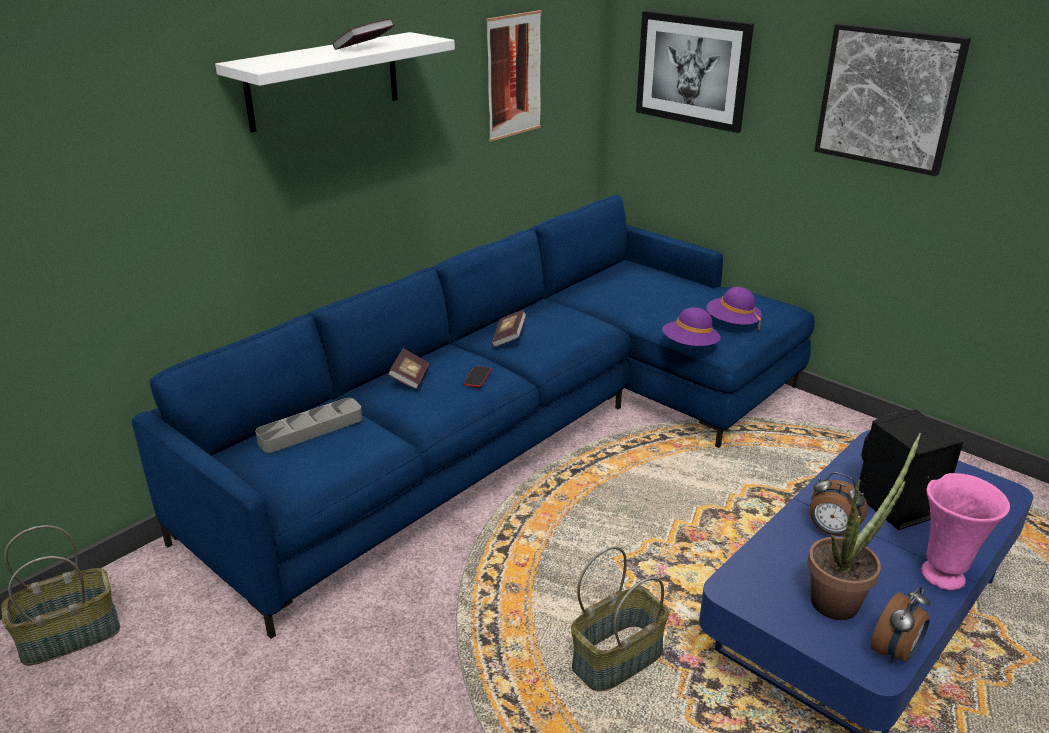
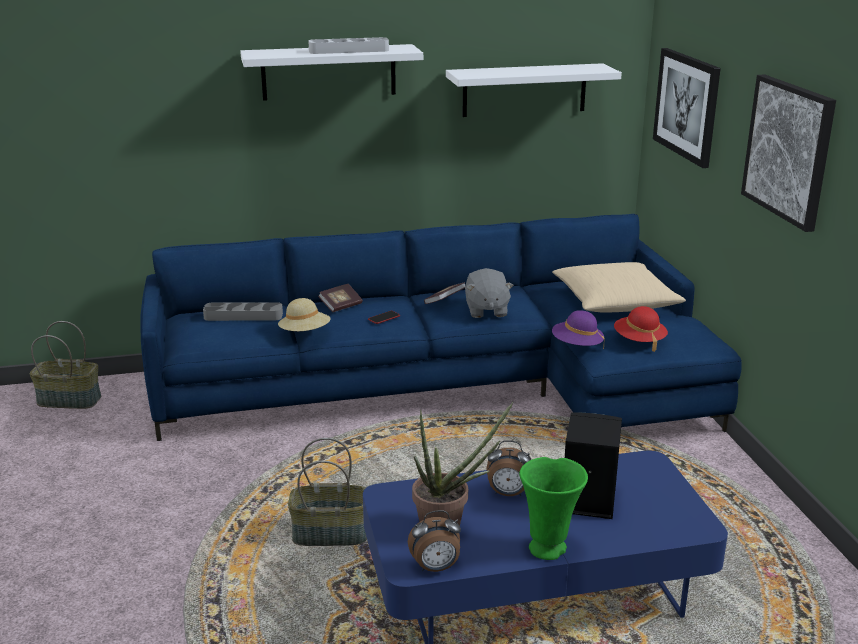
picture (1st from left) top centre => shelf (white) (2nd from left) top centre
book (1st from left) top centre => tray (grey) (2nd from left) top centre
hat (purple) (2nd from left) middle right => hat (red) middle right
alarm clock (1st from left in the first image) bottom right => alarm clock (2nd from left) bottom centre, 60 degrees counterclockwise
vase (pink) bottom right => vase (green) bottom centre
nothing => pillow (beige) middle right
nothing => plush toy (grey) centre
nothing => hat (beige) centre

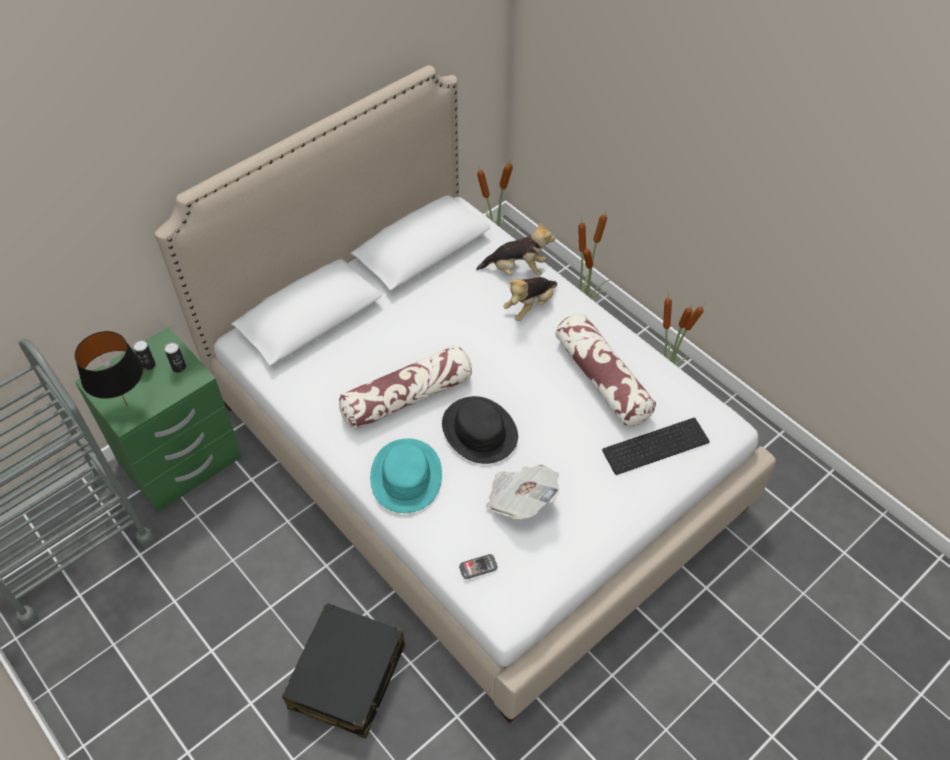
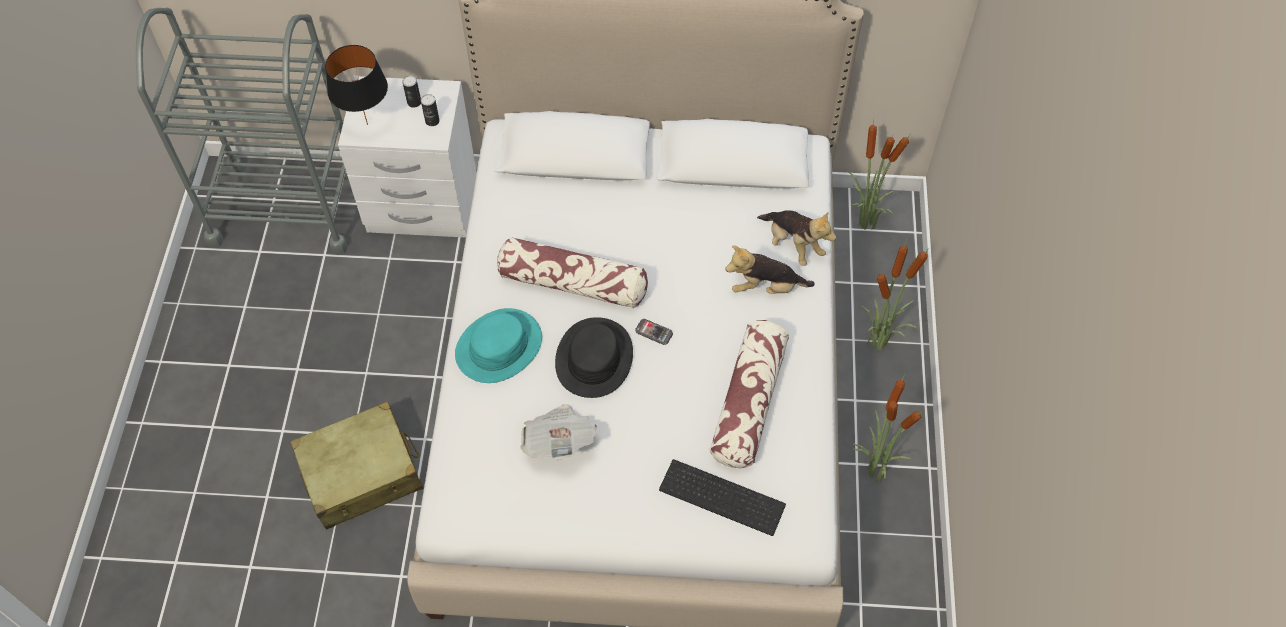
nightstand (green) middle left => nightstand (white) top left
phone bottom centre => phone centre, move
suitcase (black) bottom centre => suitcase (beige) bottom left

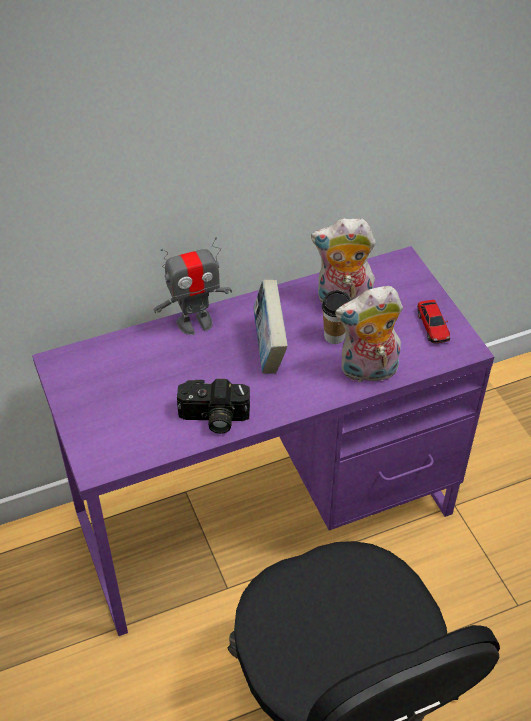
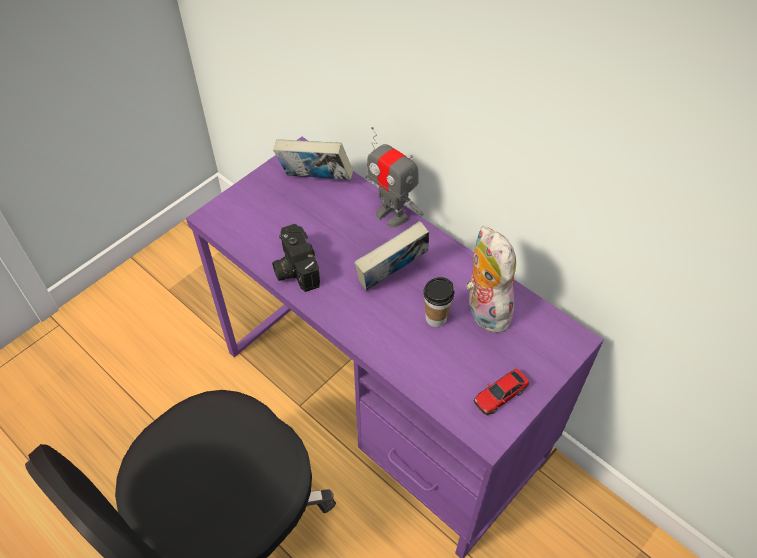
plush toy (2nd from left) middle right => nothing
nothing => book (1st from left) top centre

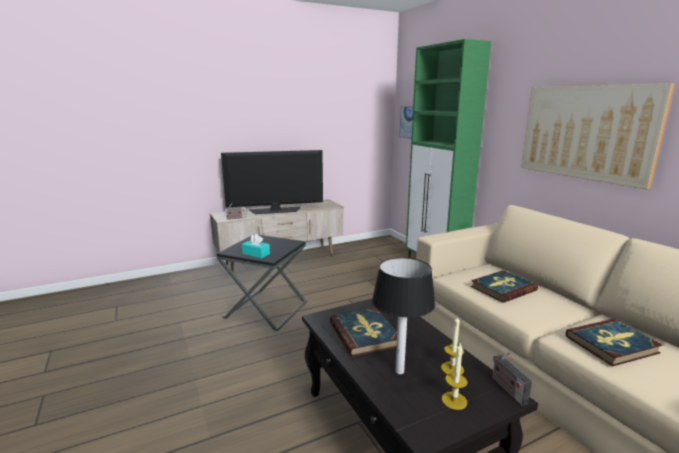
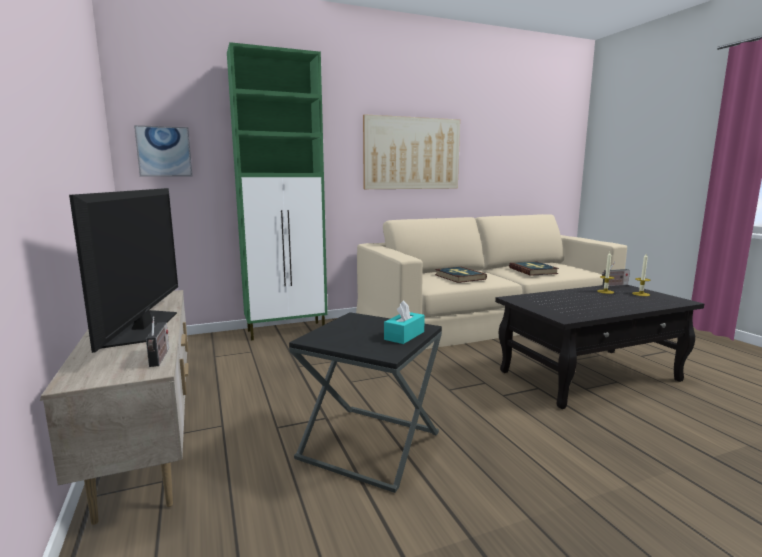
table lamp bottom centre => nothing
book (1st from left) bottom centre => nothing

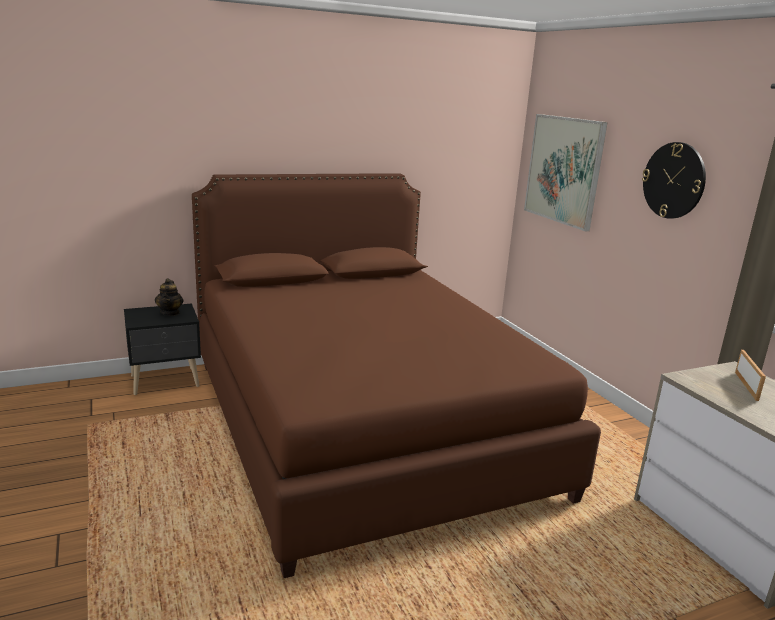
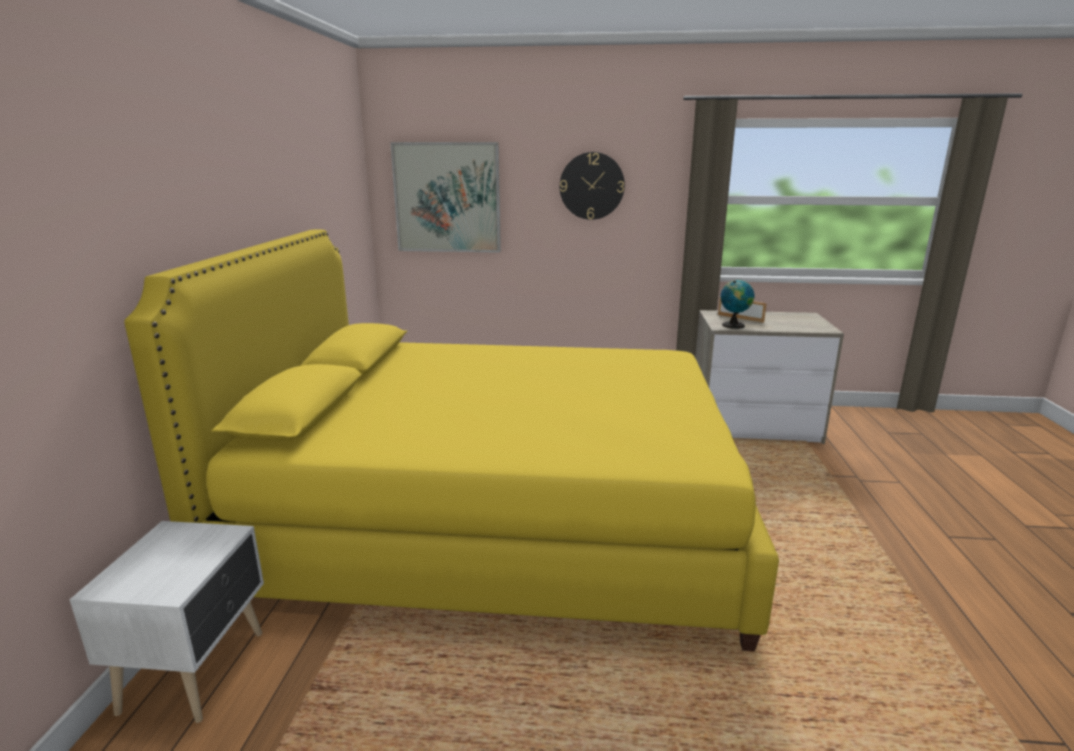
bed (brown) centre => bed (yellow) centre
teapot middle left => nothing
nightstand (black) middle left => nightstand (white) bottom left
nothing => globe middle right

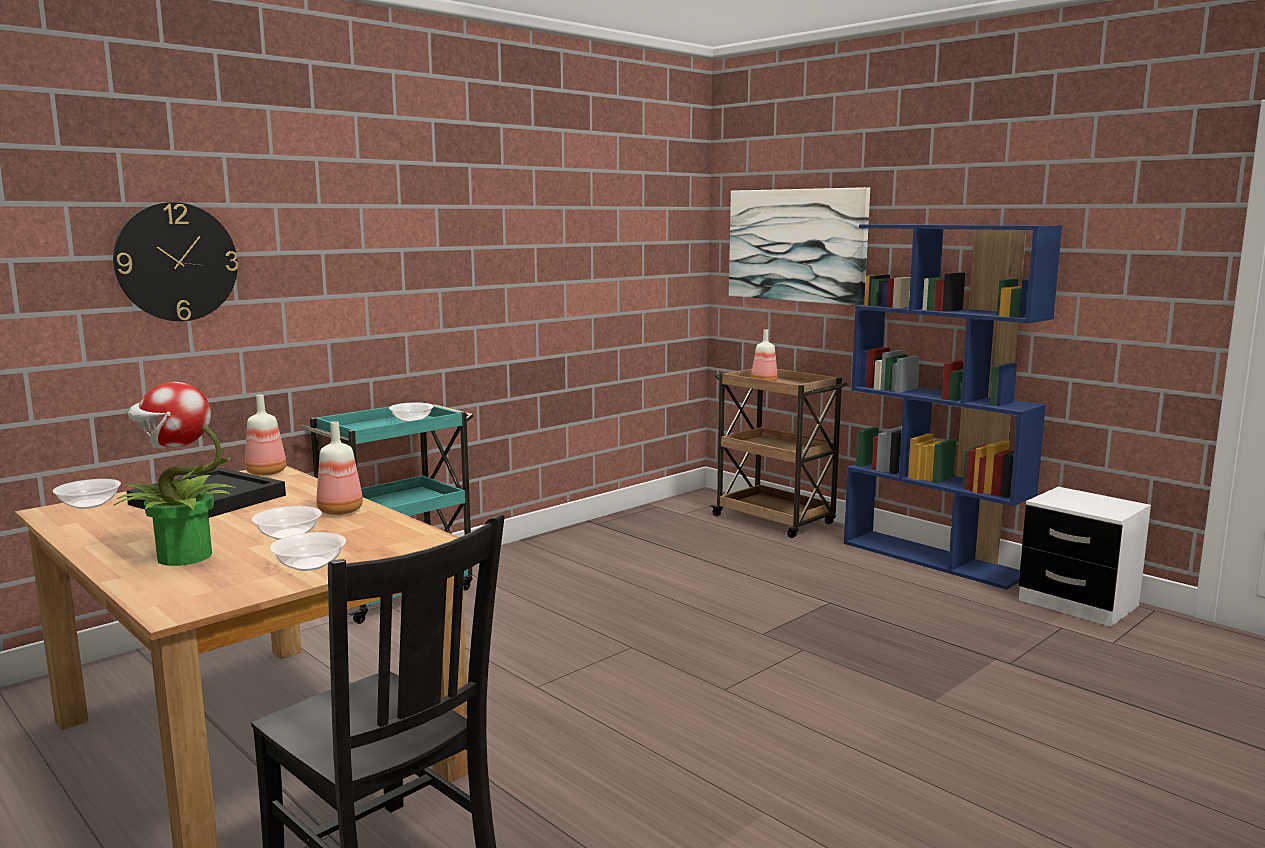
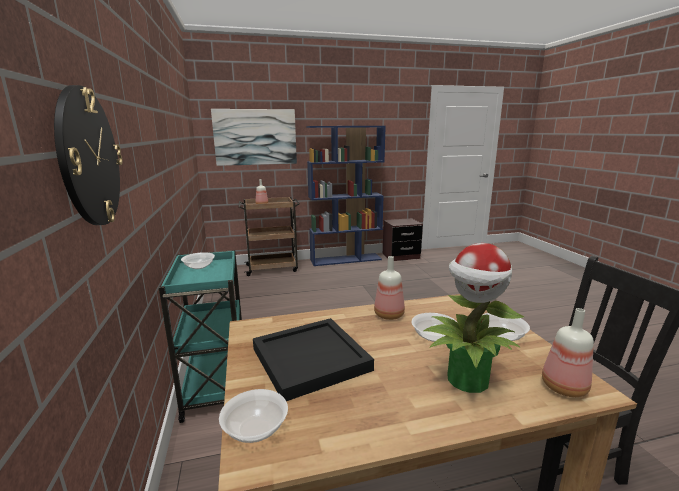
bottle (1st from left in the first image) middle left => bottle (3rd from left) bottom right, move
nightstand (white) middle right => nightstand (brown) centre

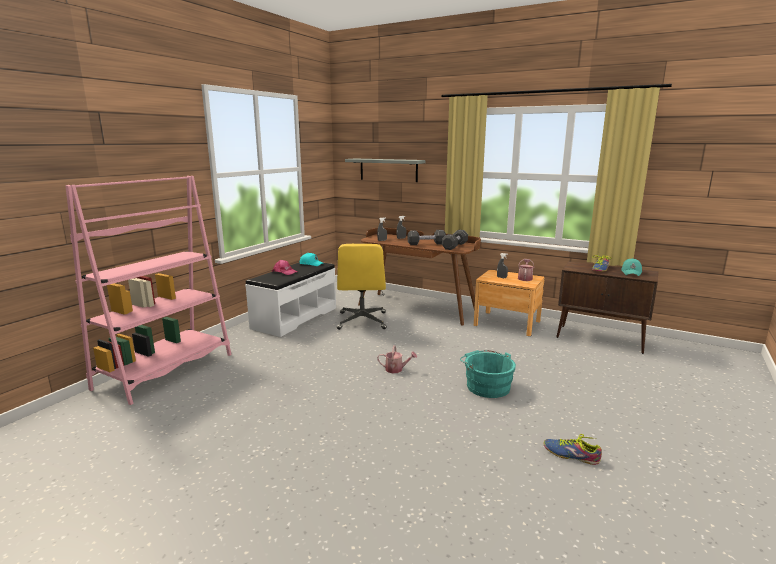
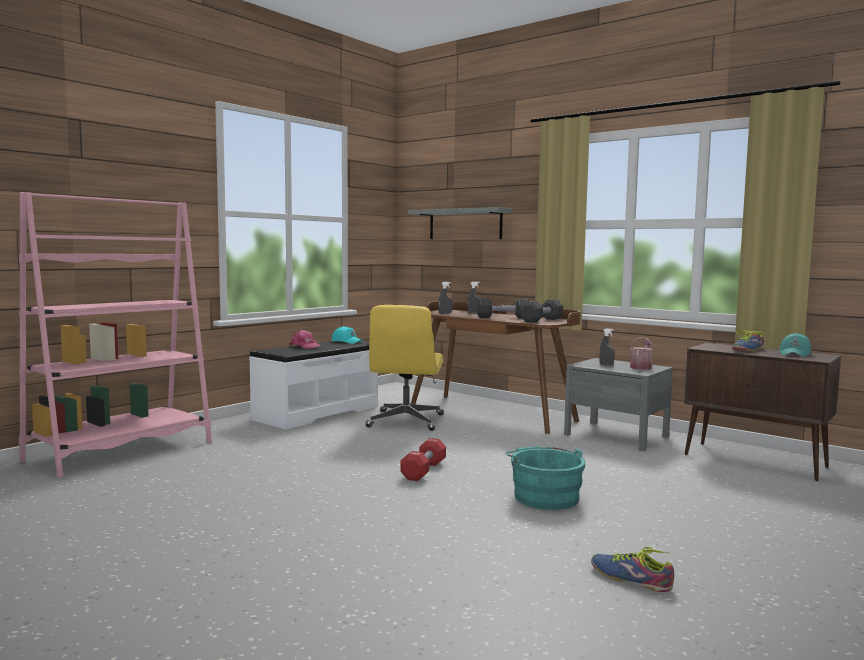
nightstand (brown) centre => nightstand (grey) middle right
watering can (1st from left) centre => dumbbell (red) bottom centre

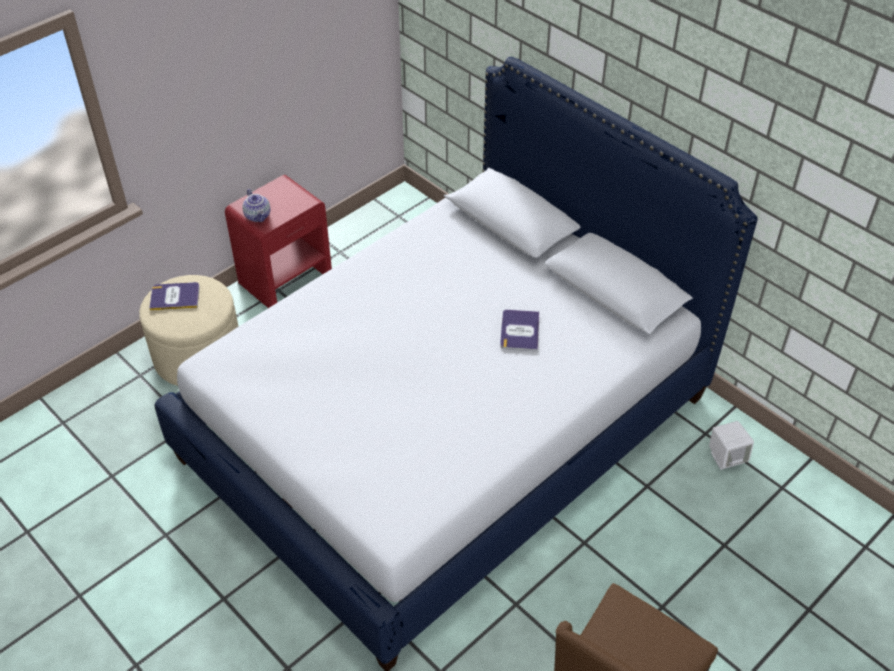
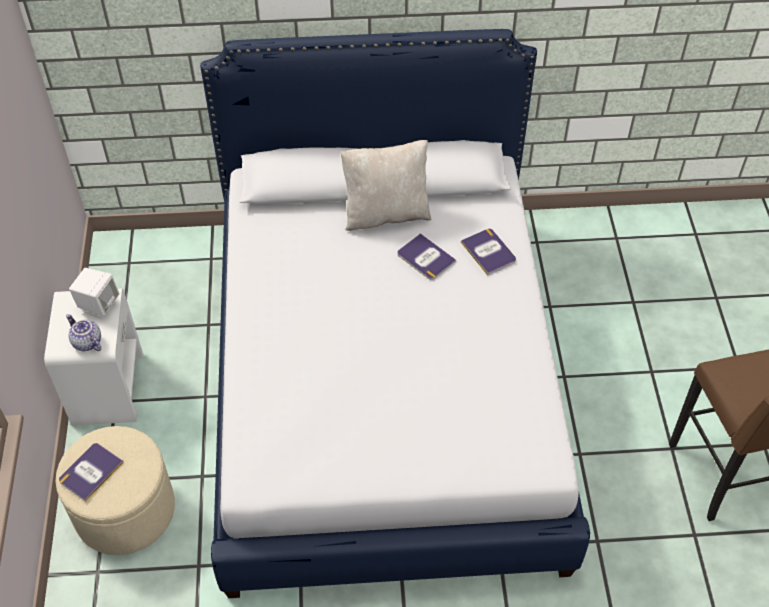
nightstand (red) middle left => nightstand (white) middle left
teapot top left => teapot middle left, 150 degrees counterclockwise
speaker (white) middle right => speaker (white) middle left, move
nothing => pillow (beige) top centre
nothing => book (3rd from left) centre

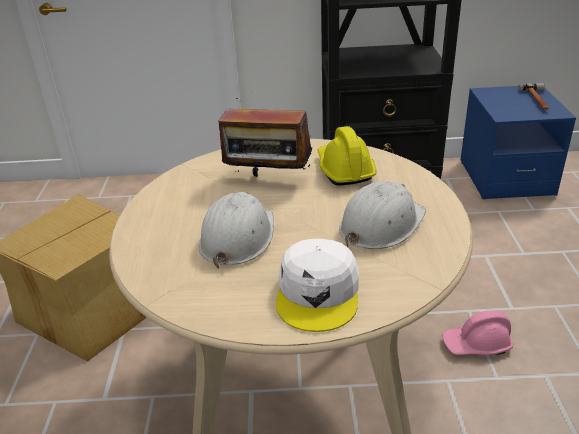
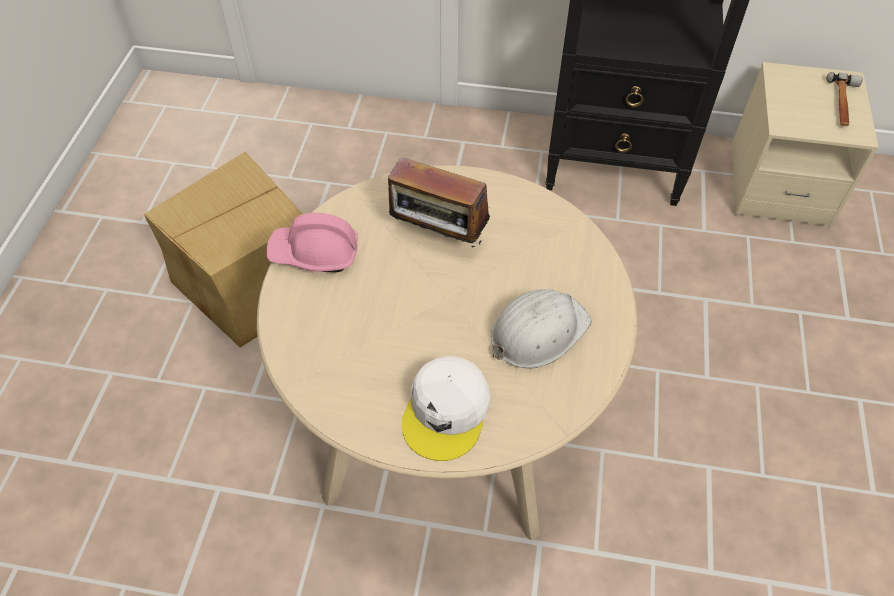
nightstand (blue) top right => nightstand (beige) top right
hard hat (yellow) centre => nothing
hard hat (white) (1st from left) centre => nothing
hard hat (pink) bottom right => hard hat (pink) centre, move

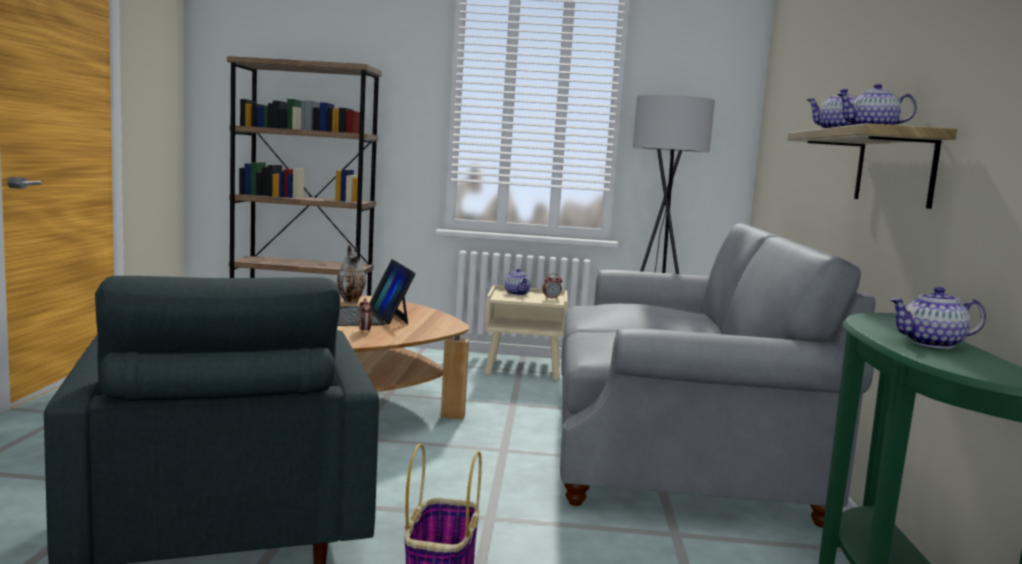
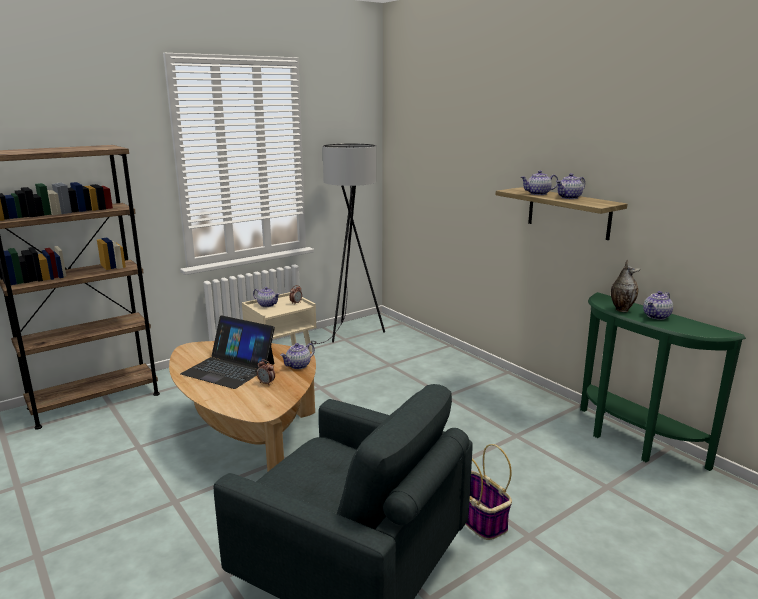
sofa (grey) middle right => nothing
vase centre => vase middle right, move
nothing => teapot (2nd from left) centre

